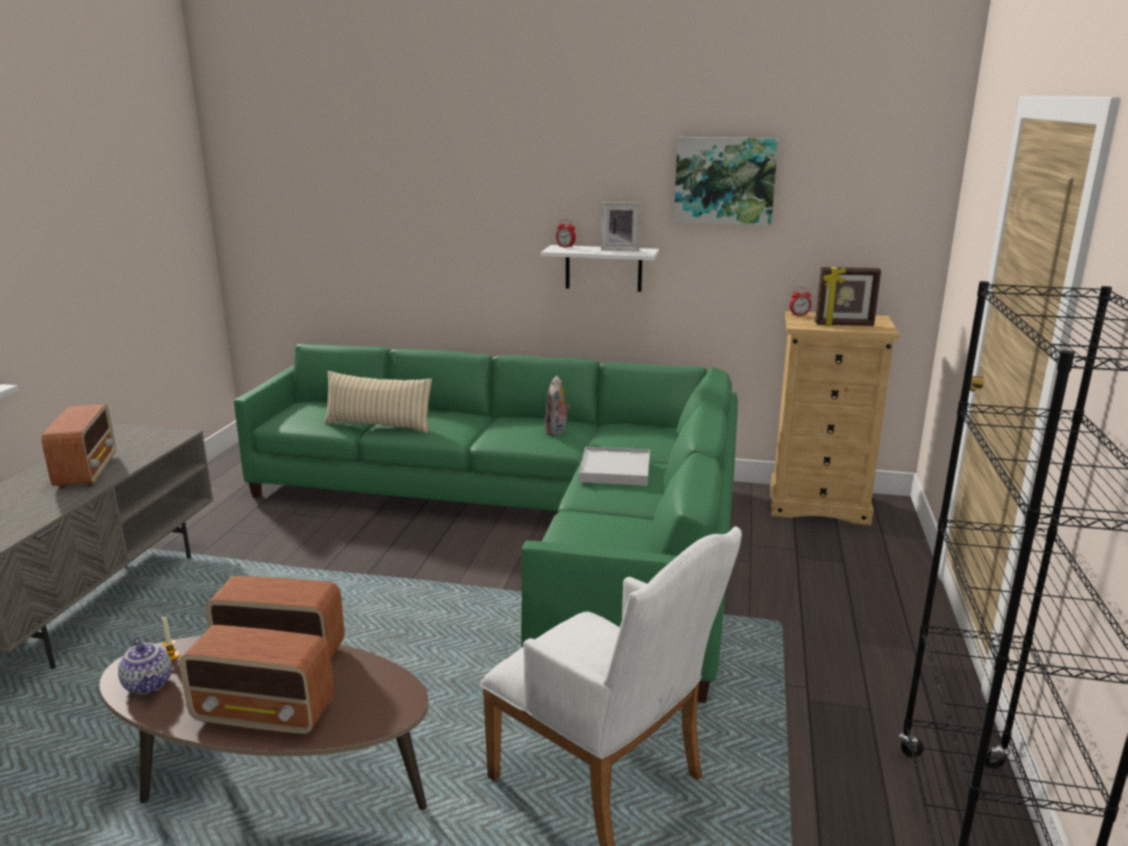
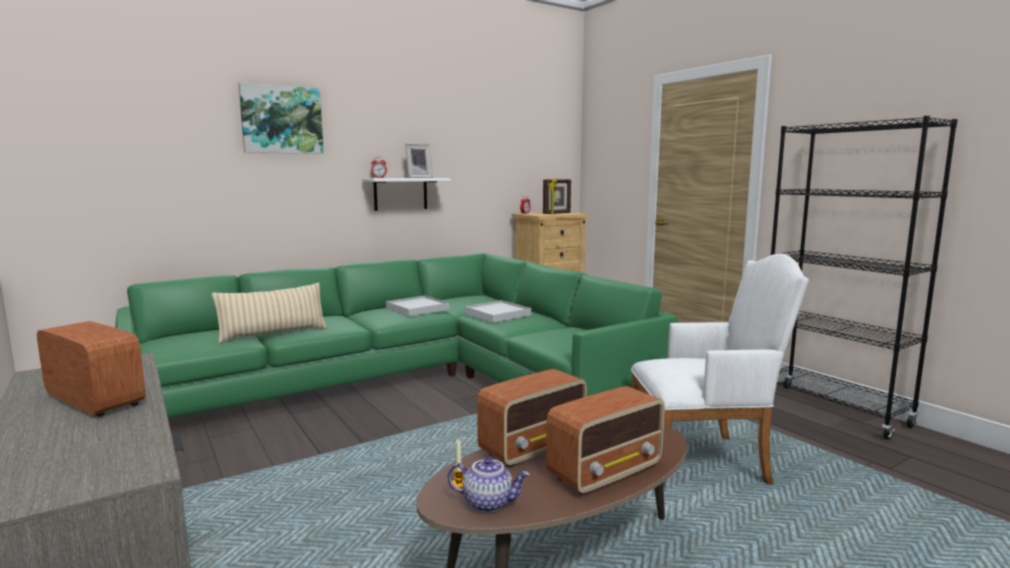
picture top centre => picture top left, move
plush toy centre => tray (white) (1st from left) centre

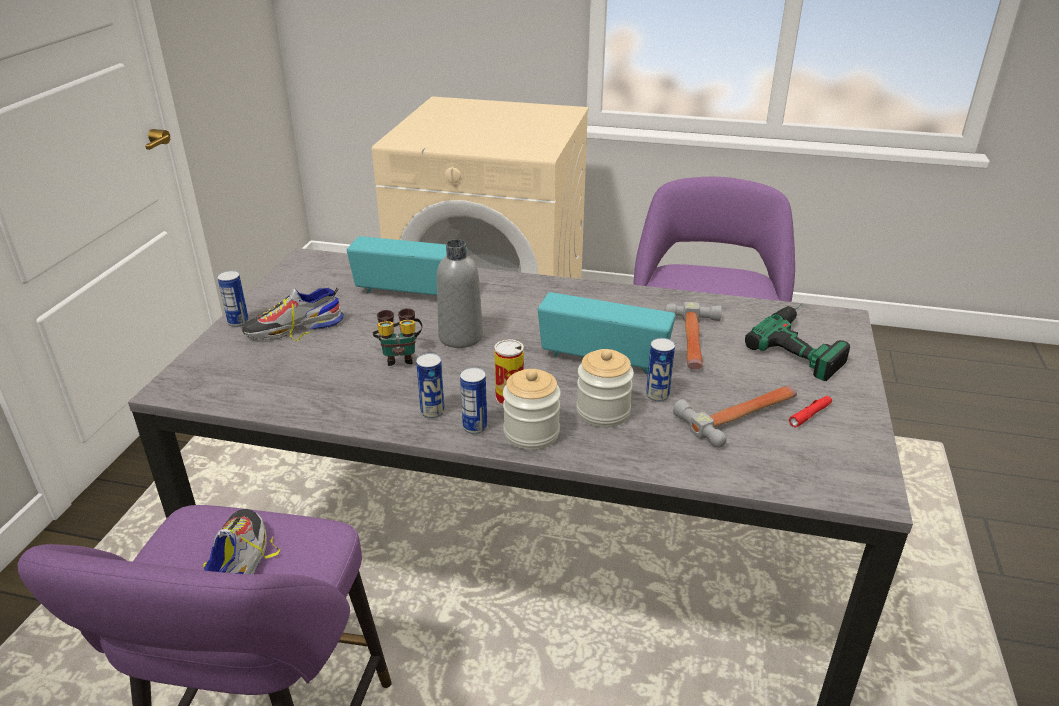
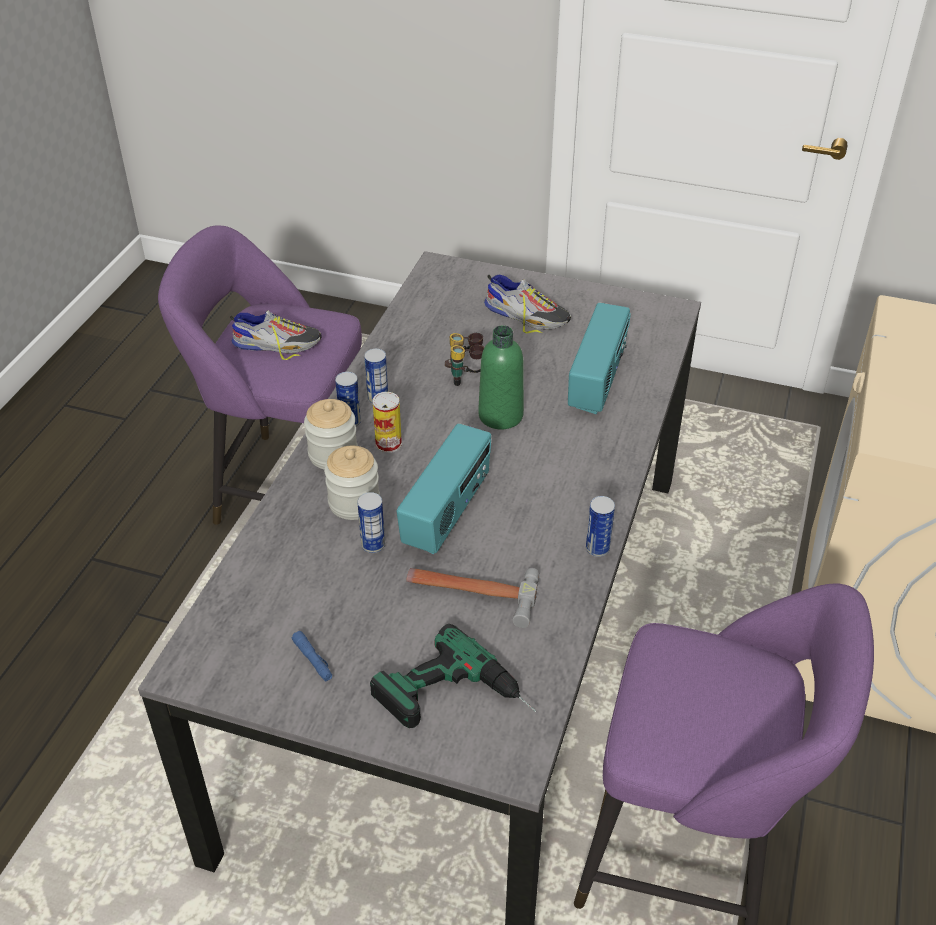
bottle (grey) centre => bottle (green) centre
can (1st from left in the first image) middle left => can (5th from left) centre, move
shoe (2nd from left) middle left => shoe (2nd from left) top centre, 135 degrees clockwise
hammer (2nd from left) middle right => nothing
flashlight (red) middle right => flashlight (blue) bottom centre

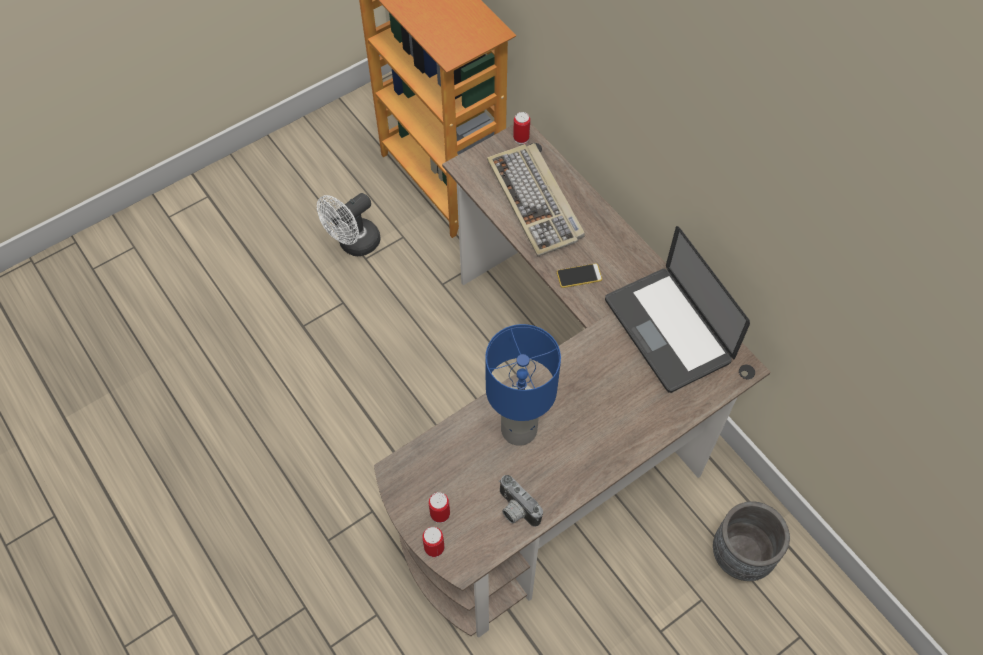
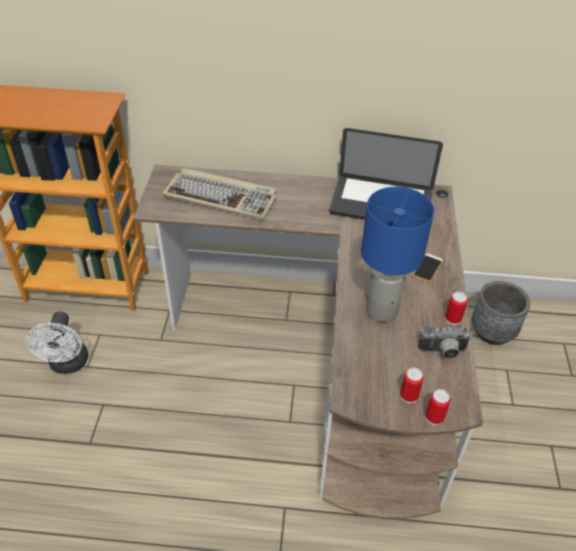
can (3rd from left) top centre => can (3rd from left) middle right, move
phone centre => phone middle right, move

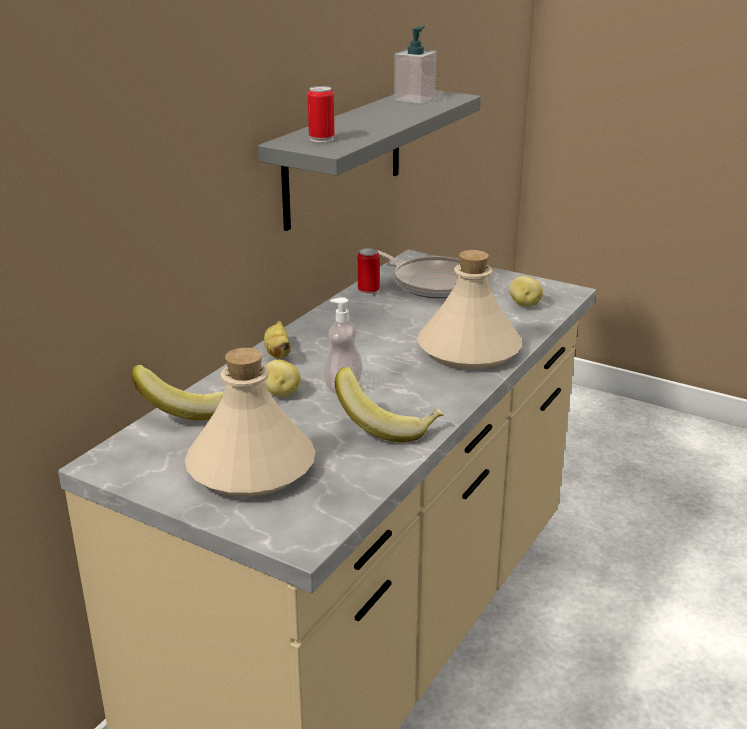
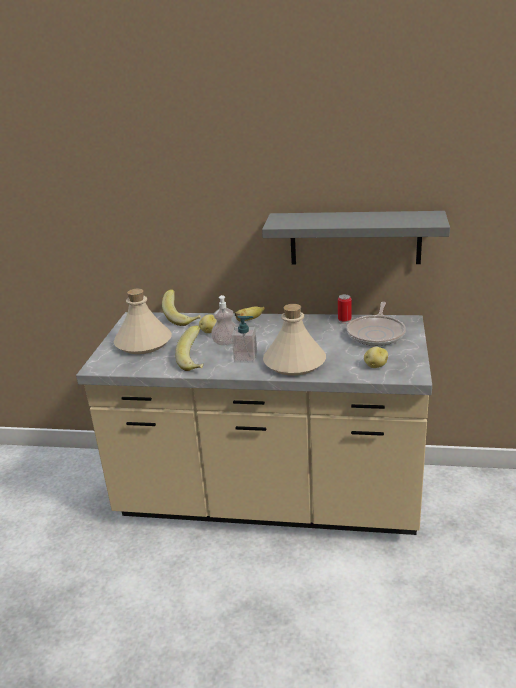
soap dispenser (2nd from left) top centre => soap dispenser (2nd from left) centre, move
can (1st from left) top centre => nothing

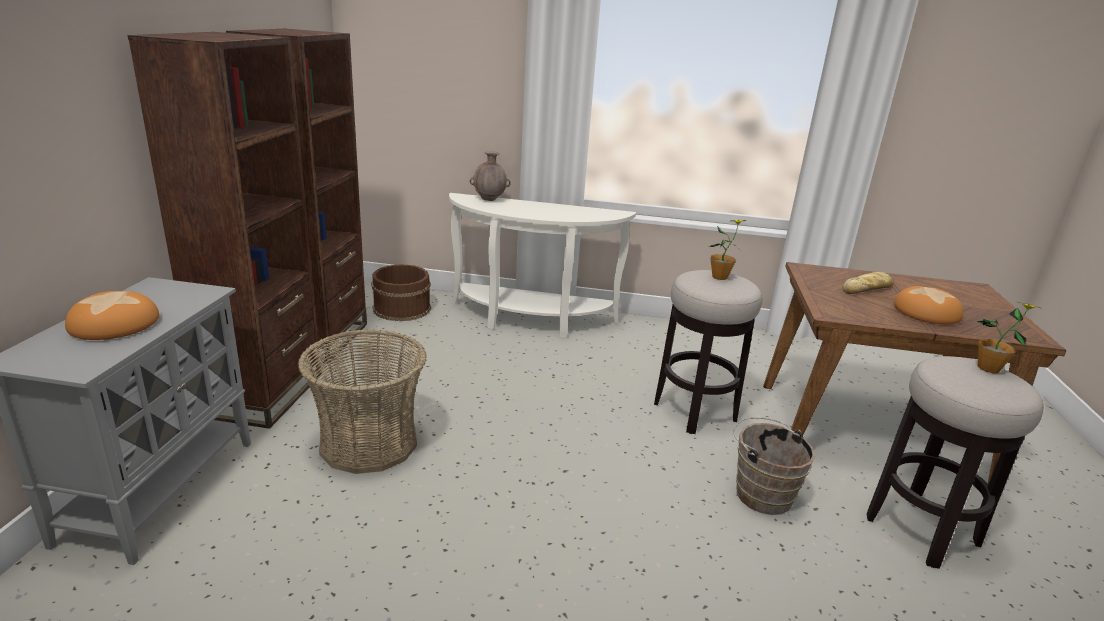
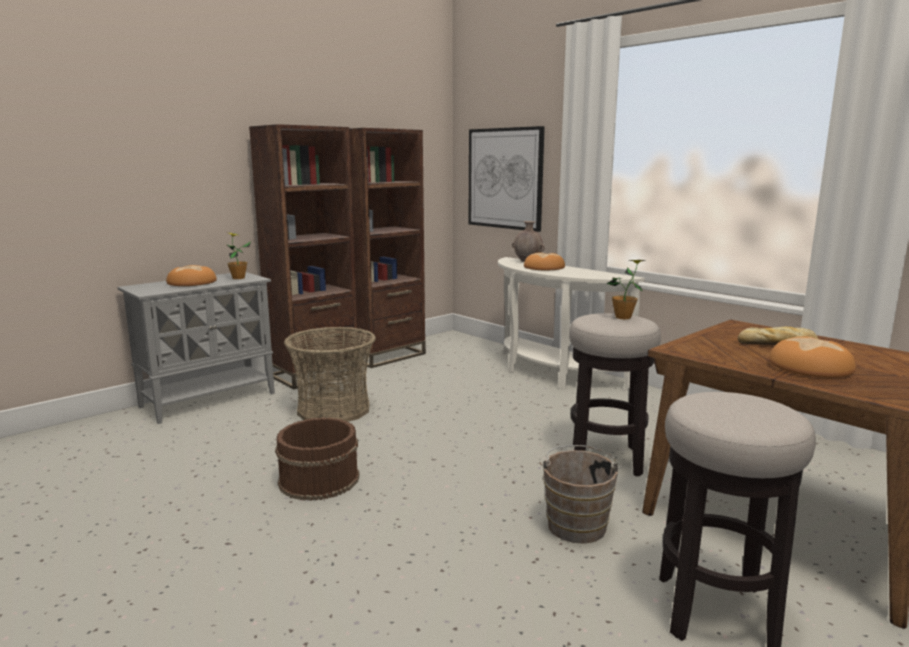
bucket (brown) (1st from left) centre => bucket (brown) (1st from left) bottom centre, move
potted plant (2nd from left in the first image) middle right => potted plant (1st from left) middle left, move
nothing => picture top centre
nothing => bread (2nd from left) centre

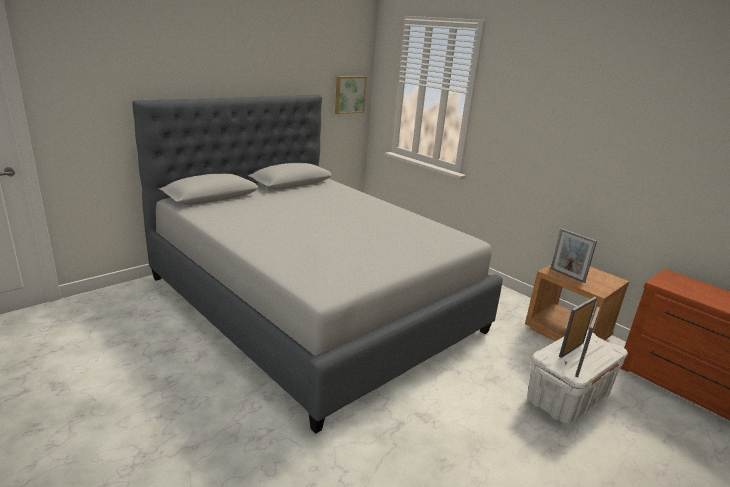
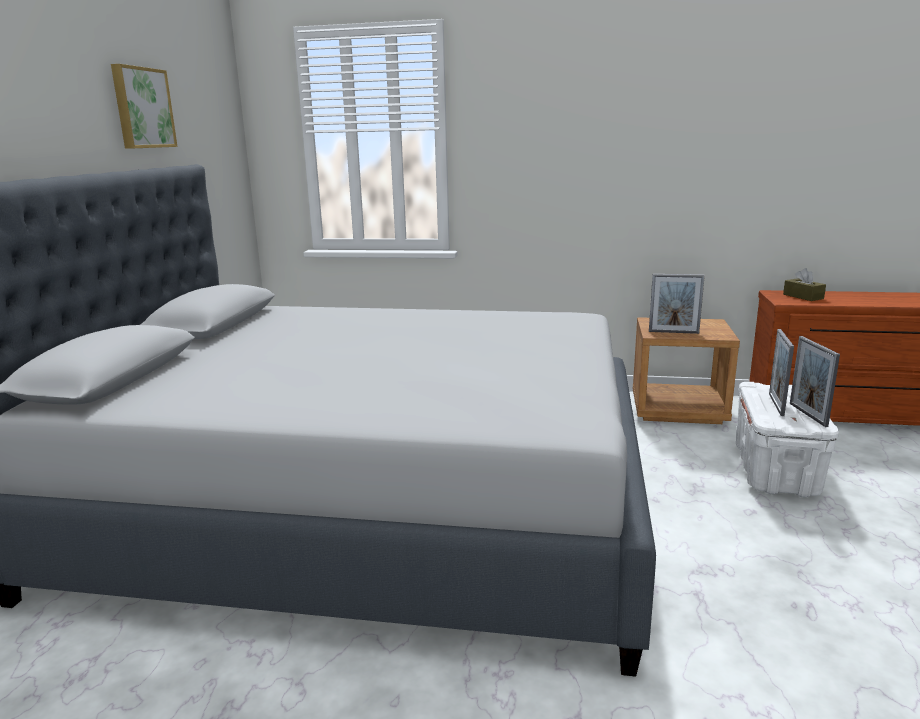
picture top centre => picture top left, move
nothing => tissue box (brown) middle right

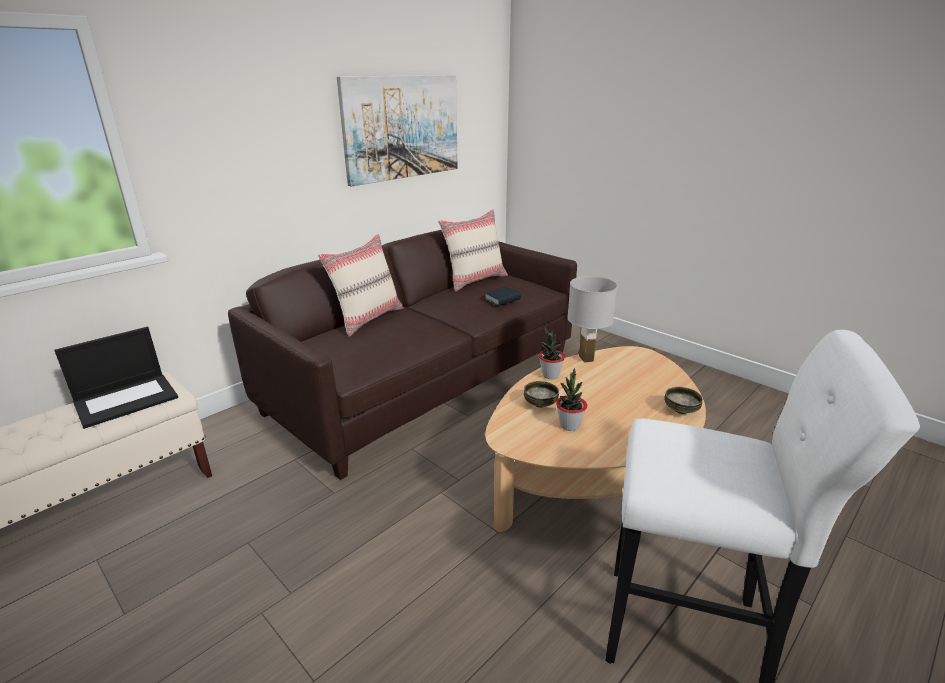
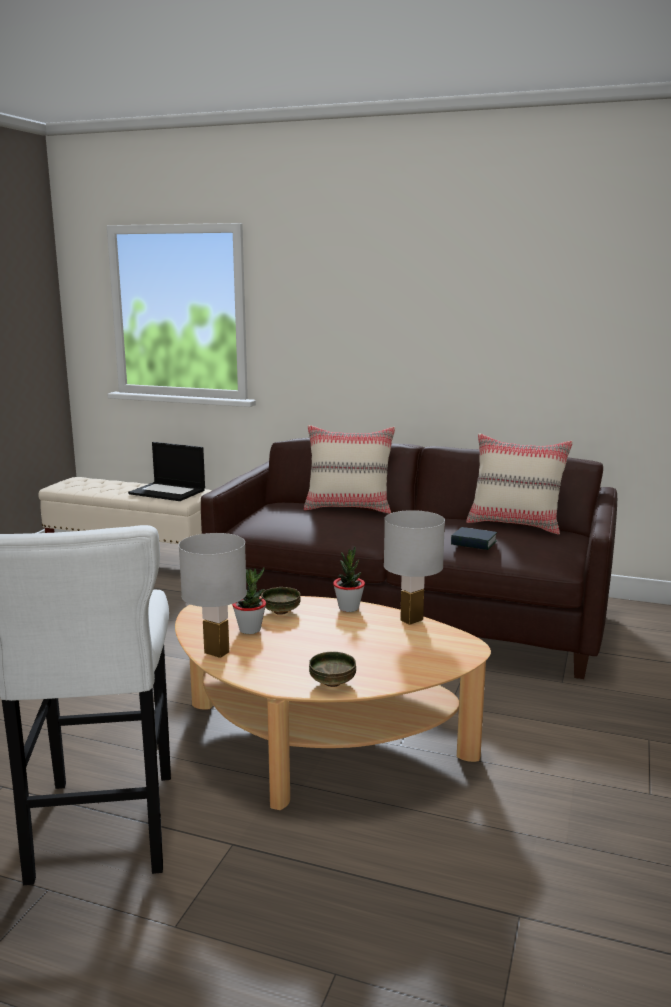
picture top centre => nothing
nothing => table lamp (white) (1st from left) middle left

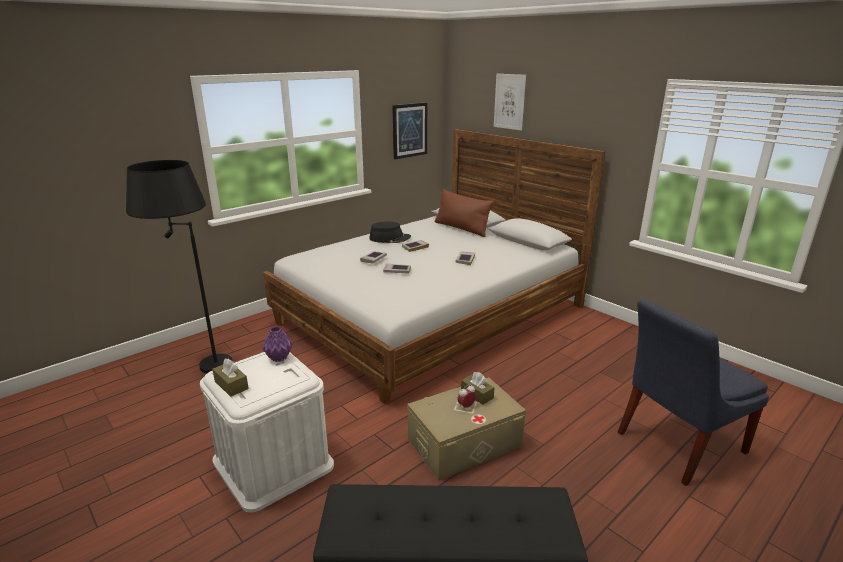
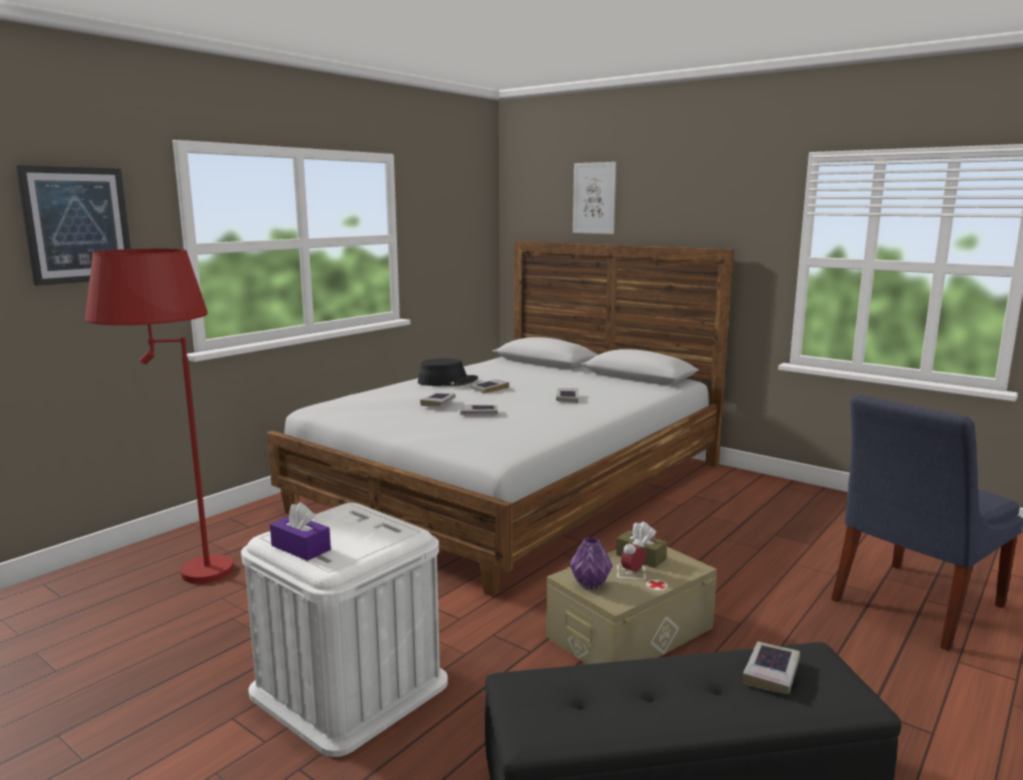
picture (1st from left) top centre => picture (1st from left) top left, move
floor lamp (black) middle left => floor lamp (red) middle left
pillow (brown) centre => nothing
vase (purple) middle left => vase (purple) bottom centre, move
tissue box (brown) (1st from left) bottom left => tissue box (purple) bottom left
nothing => book (5th from left) bottom right

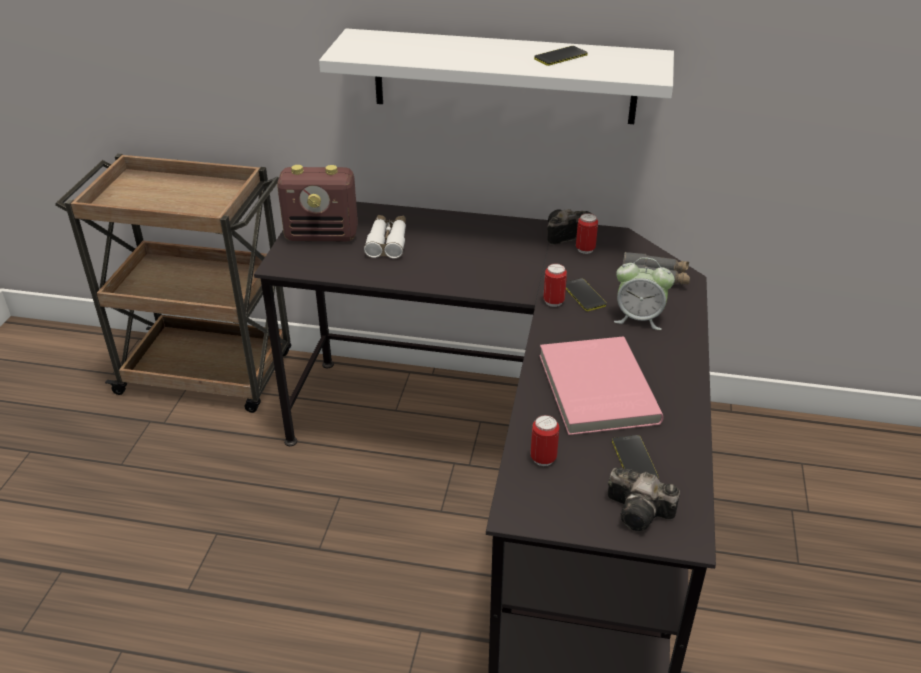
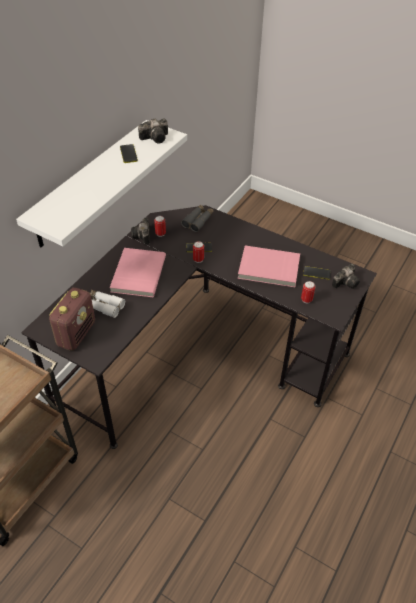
alarm clock middle right => nothing
nothing => photo camera (2nd from left) top centre
nothing => book (pink) (1st from left) middle left

